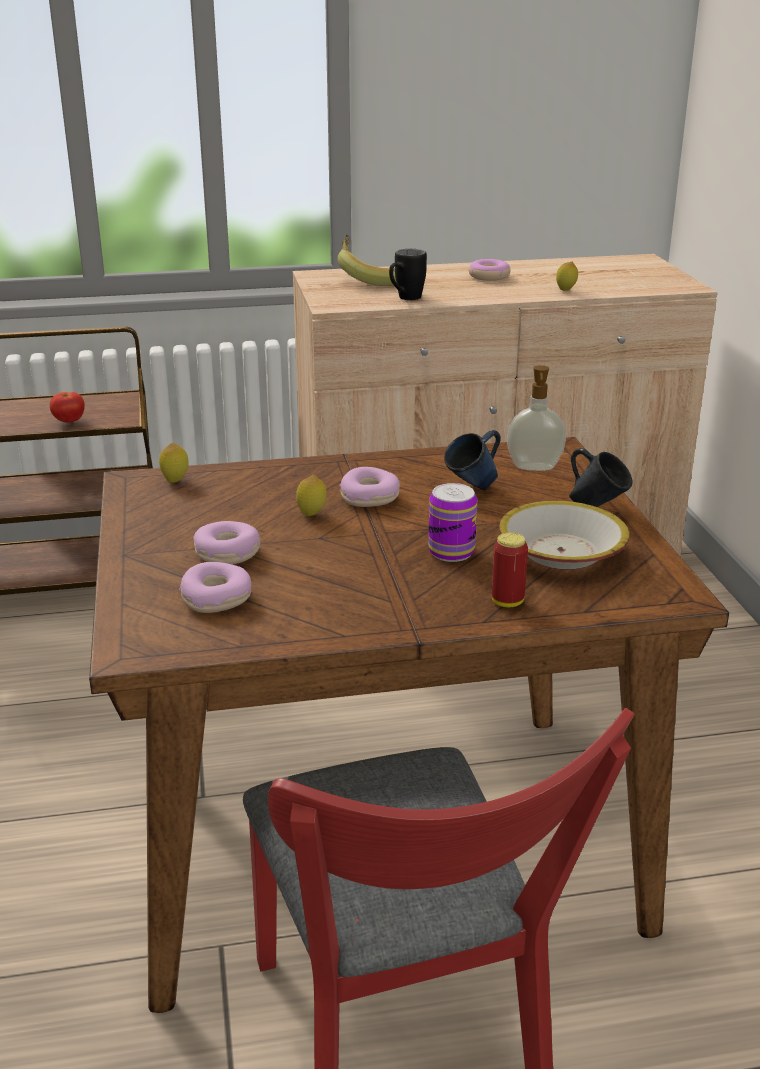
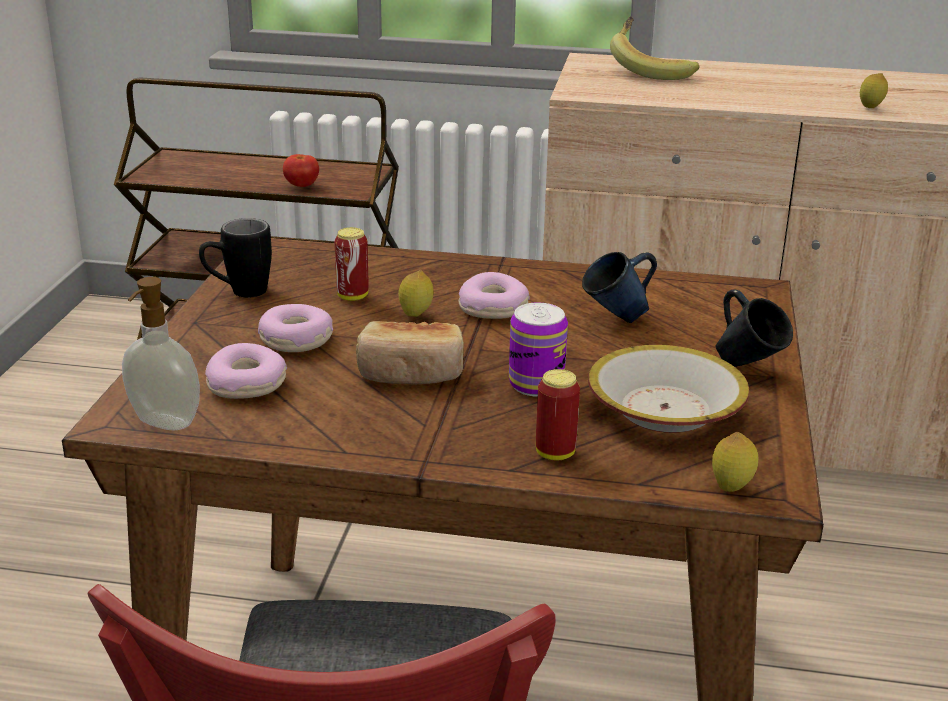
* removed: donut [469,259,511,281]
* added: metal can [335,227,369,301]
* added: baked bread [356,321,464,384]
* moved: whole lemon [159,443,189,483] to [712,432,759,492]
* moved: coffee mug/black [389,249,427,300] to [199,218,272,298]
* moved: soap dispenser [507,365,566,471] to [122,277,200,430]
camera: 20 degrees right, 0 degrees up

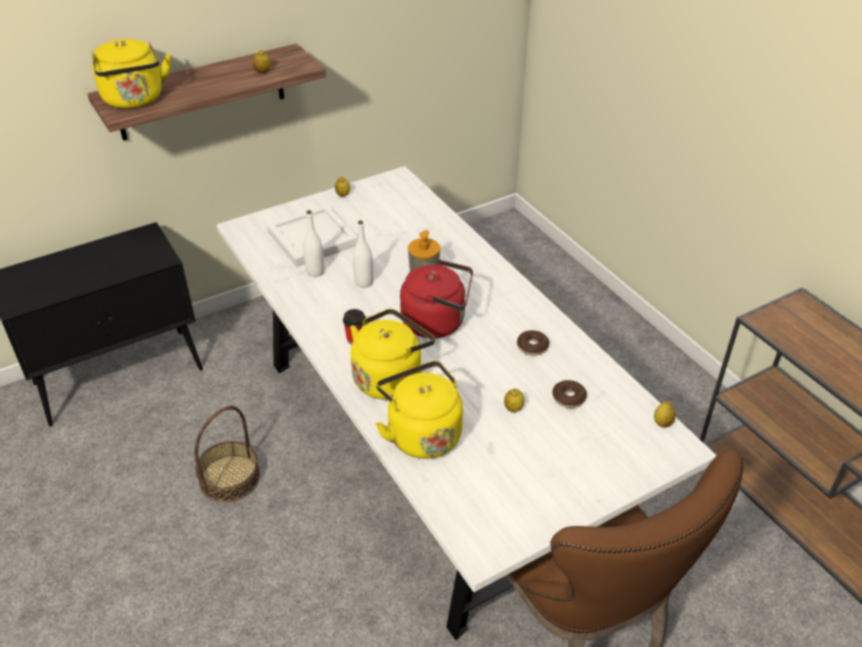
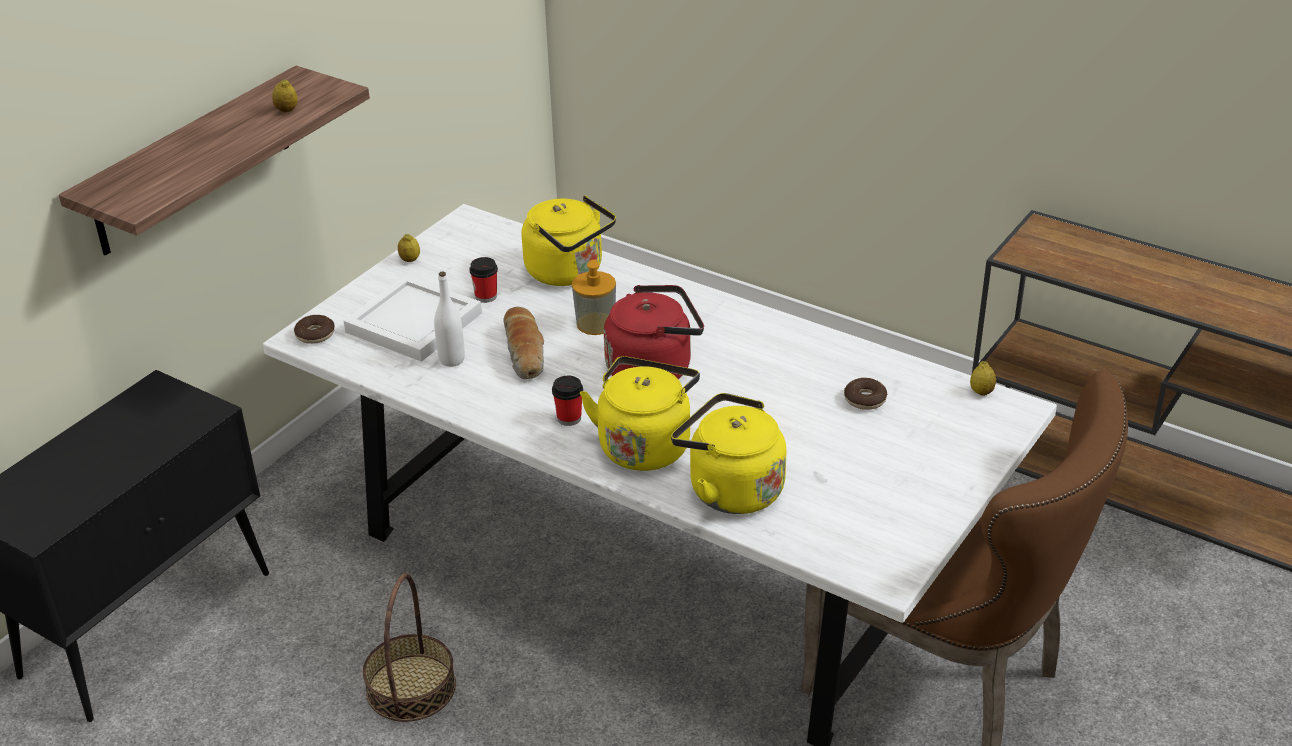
* removed: whole lemon [504,389,524,412]
* added: cup [469,257,498,303]
* moved: water kettle/yellow-coloured [91,39,171,109] to [522,196,616,286]
* moved: donut [517,330,549,356] to [294,315,335,344]
* replaced: beverage bottle/whitish [353,220,374,288] to baked bread [504,307,544,379]
camera: 25 degrees left, 5 degrees down

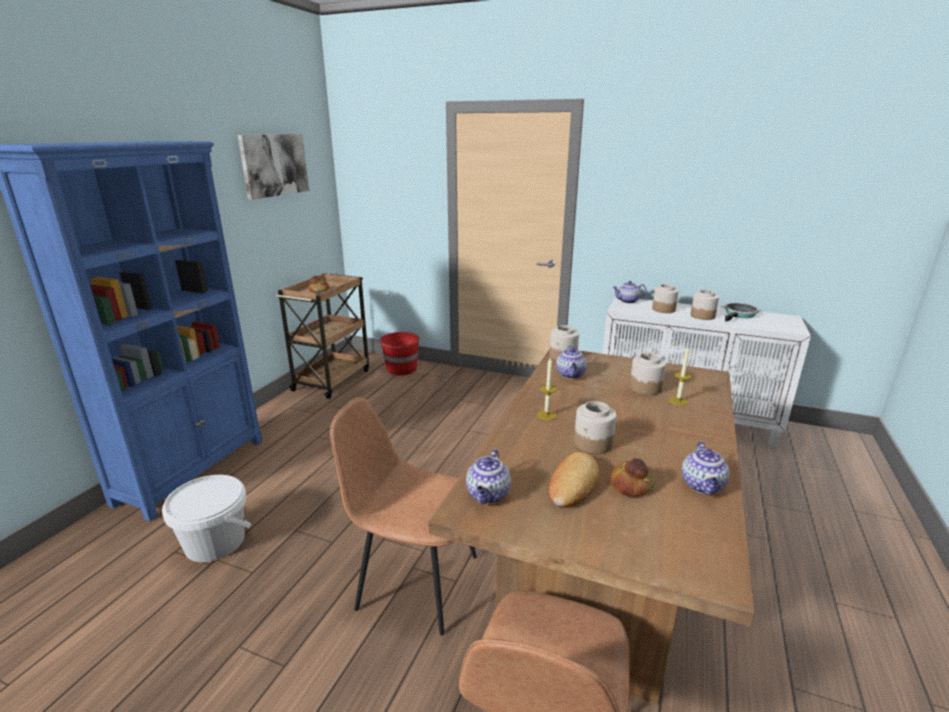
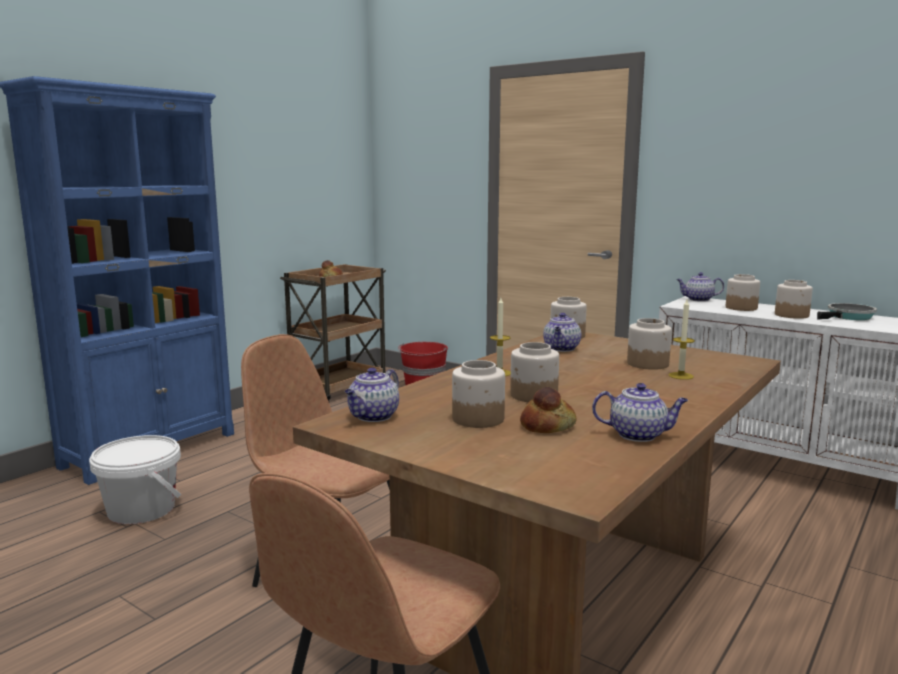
* removed: wall picture [238,134,309,200]
* replaced: baked bread [548,451,599,508] to jar [452,360,505,428]
* turned: teapot [682,441,730,495] = [592,383,688,442] 105 degrees counterclockwise
camera: 15 degrees right, 10 degrees down

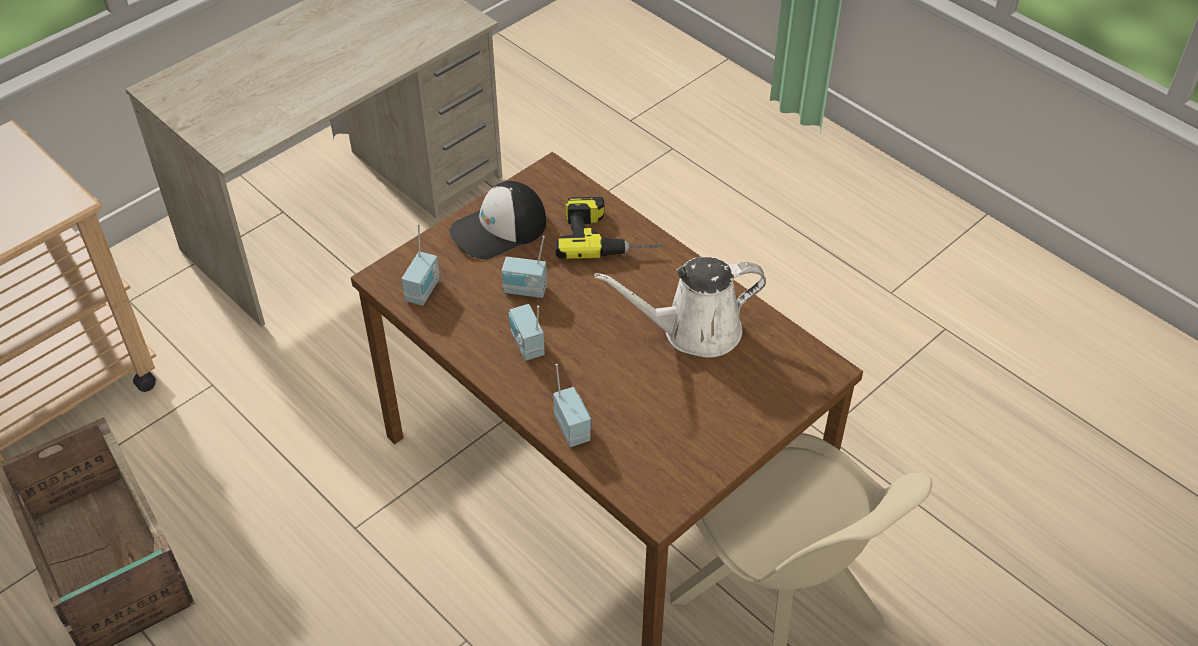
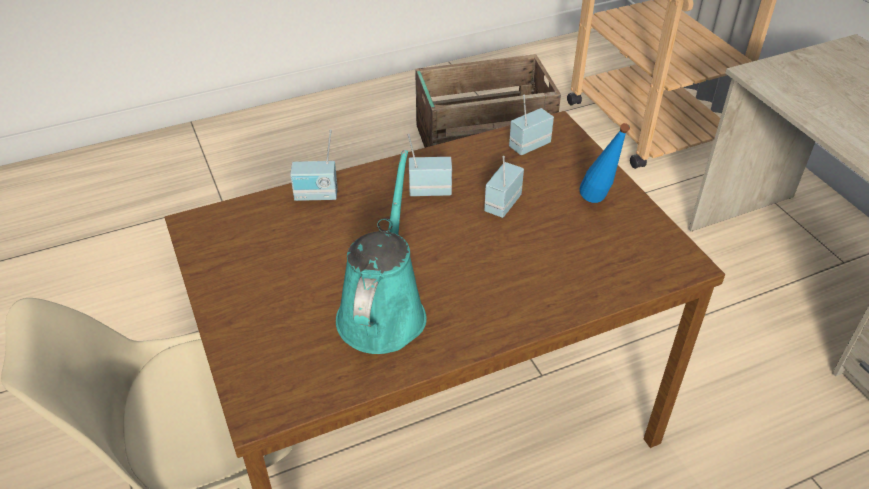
* removed: drill [556,197,663,259]
* replaced: peaked cap [450,181,546,260] to beverage bottle/blue [579,123,630,203]
* recoloured: sprinkling can/whitish [594,257,766,358] to sprinkling can/turquoise-coloured [336,150,427,354]
* turned: radio set [401,224,440,306] = [509,95,554,155] 105 degrees clockwise
camera: 110 degrees right, 5 degrees down

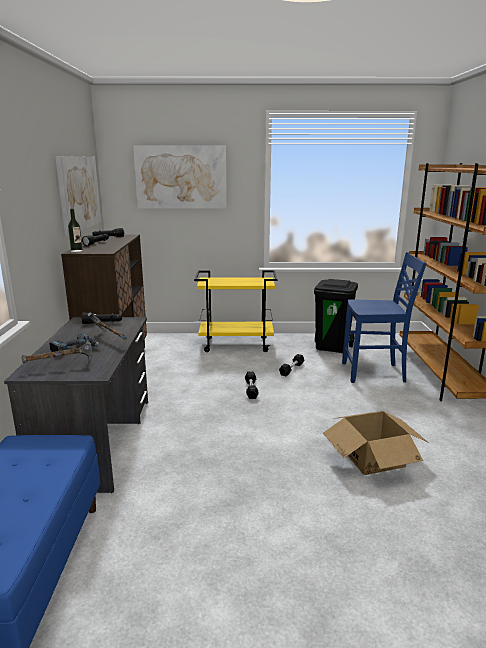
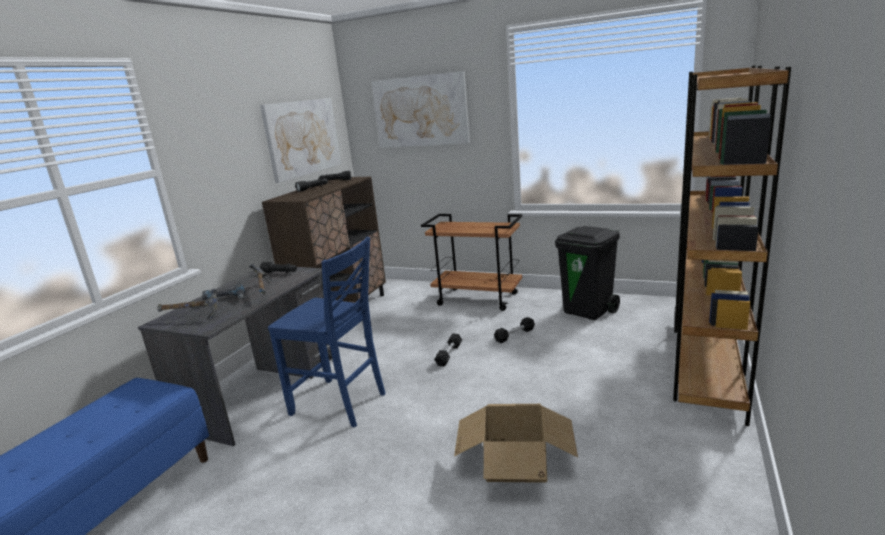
* removed: beverage bottle [68,209,83,252]
* moved: upright chair/blue [342,252,427,383] to [268,237,385,427]
* recoloured: trolley/yellow-coloured [194,270,278,352] to trolley/brown-coloured [421,214,522,311]
camera: 25 degrees right, 0 degrees up

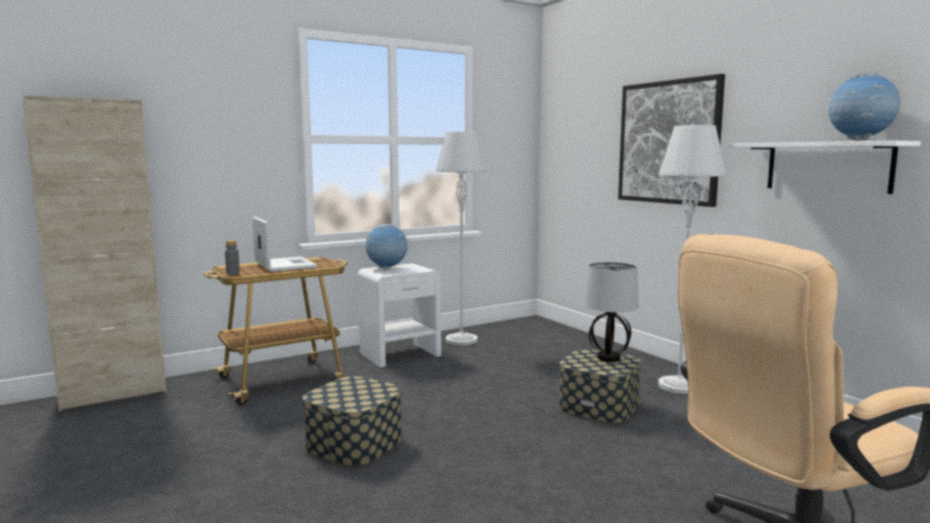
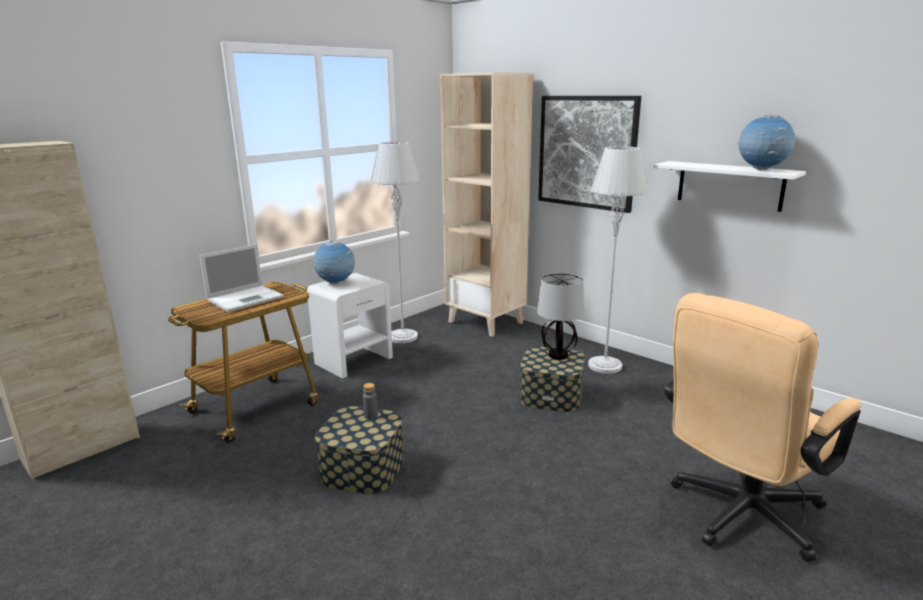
* added: shelving unit/beige-coloured [440,72,533,337]
* moved: beverage bottle/greyish [225,240,240,274] to [363,383,378,420]
* turned: notebook computer [253,217,317,272] = [200,244,284,312] 90 degrees clockwise
camera: 15 degrees left, 10 degrees up

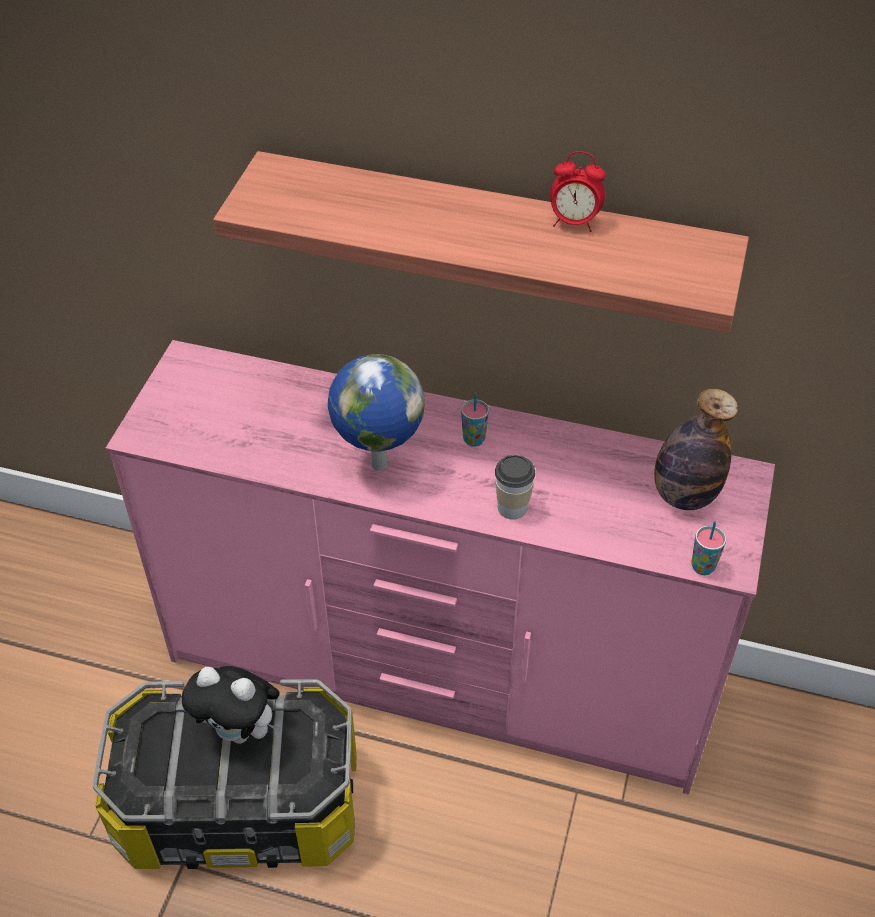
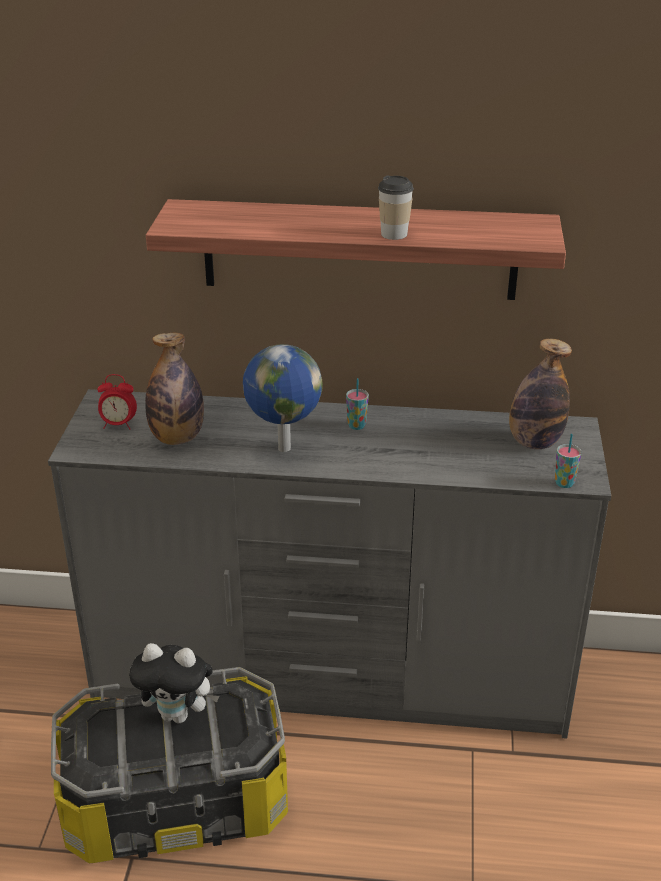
* added: beverage bottle [145,333,204,445]
* moved: cup [495,455,535,519] to [378,175,414,240]
* moved: bedside clock [550,151,605,232] to [98,374,137,430]
* recoloured: chest of drawers/pink [106,340,775,795] to chest of drawers/greyish [48,389,611,739]
camera: 10 degrees left, 15 degrees down

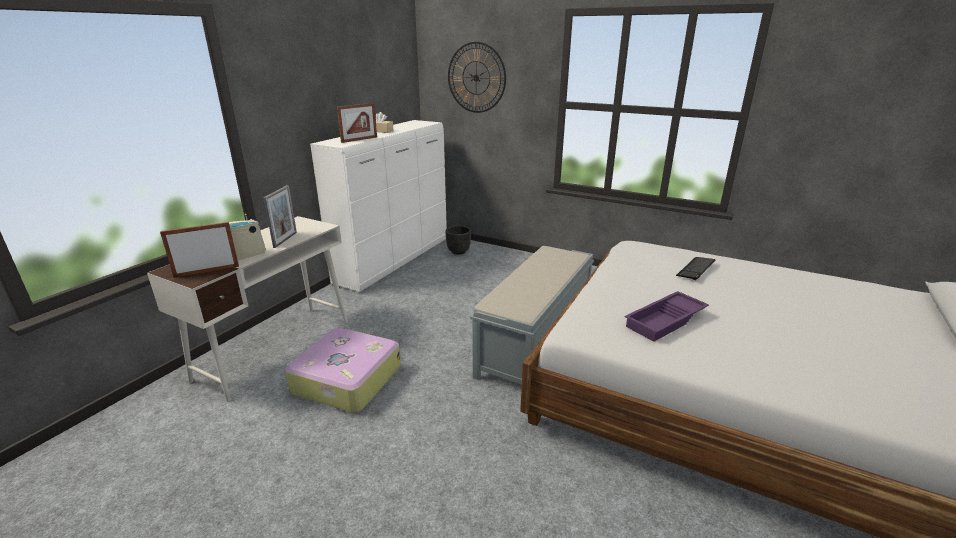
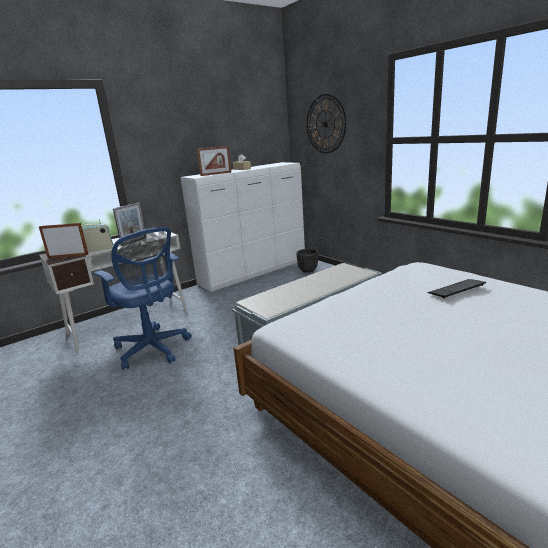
* removed: serving tray/purplish [625,291,709,342]
* replaced: travel case [285,328,401,413] to computer chair/blue [94,227,192,370]
camera: 25 degrees right, 5 degrees down

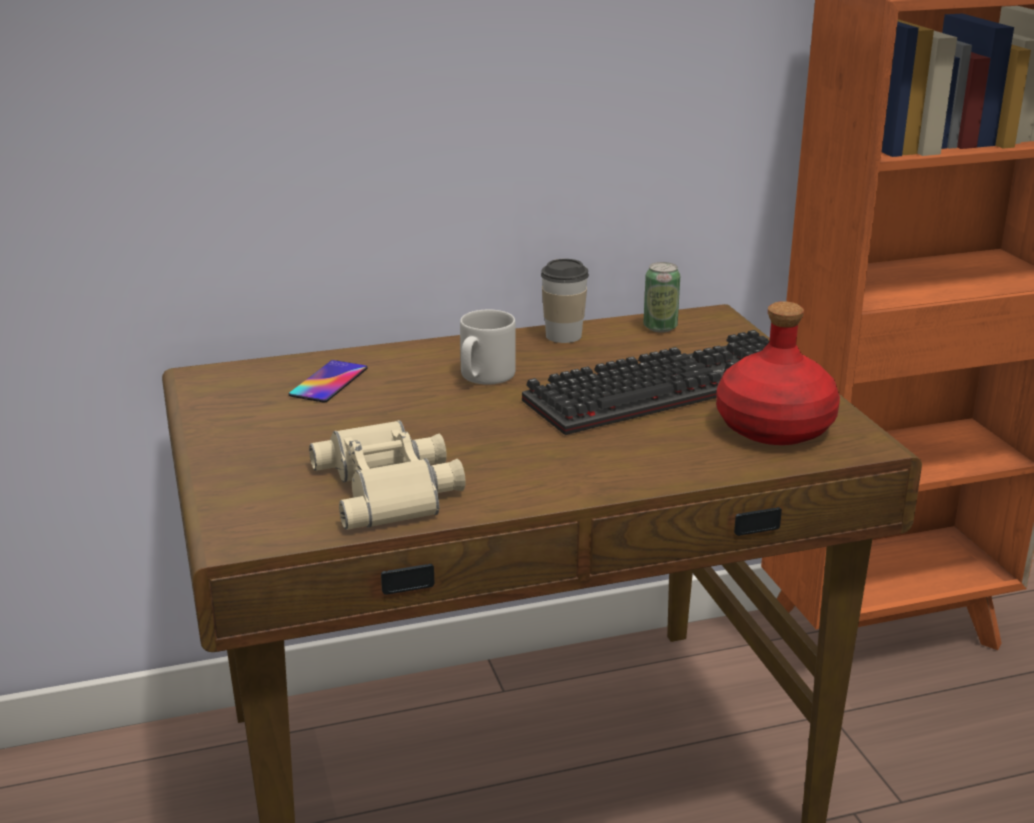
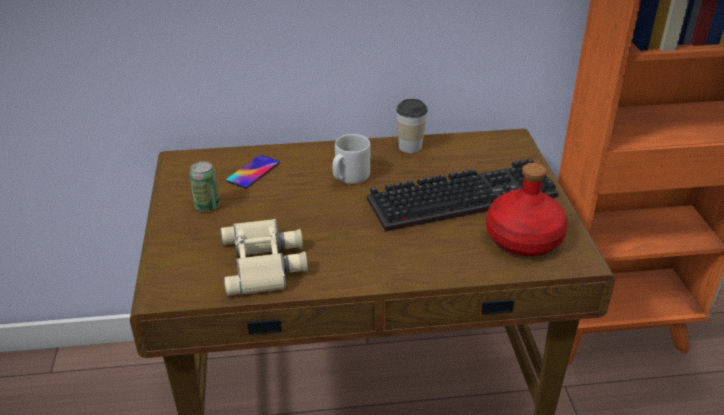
* moved: metal can [643,262,680,333] to [189,161,219,212]
camera: 10 degrees right, 10 degrees up

